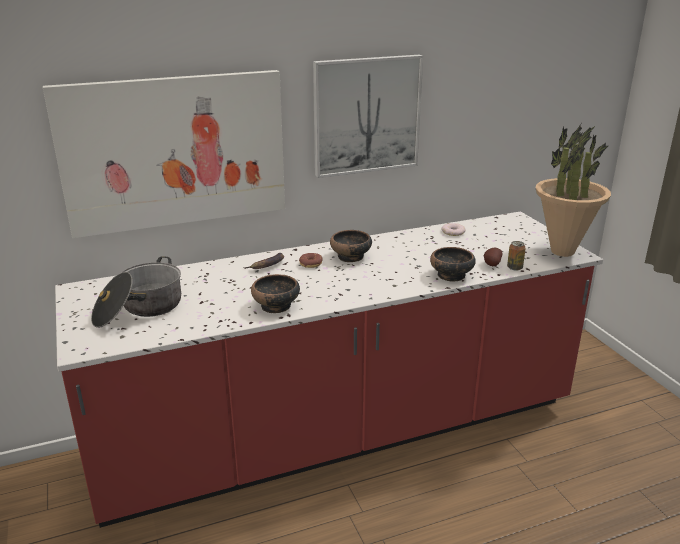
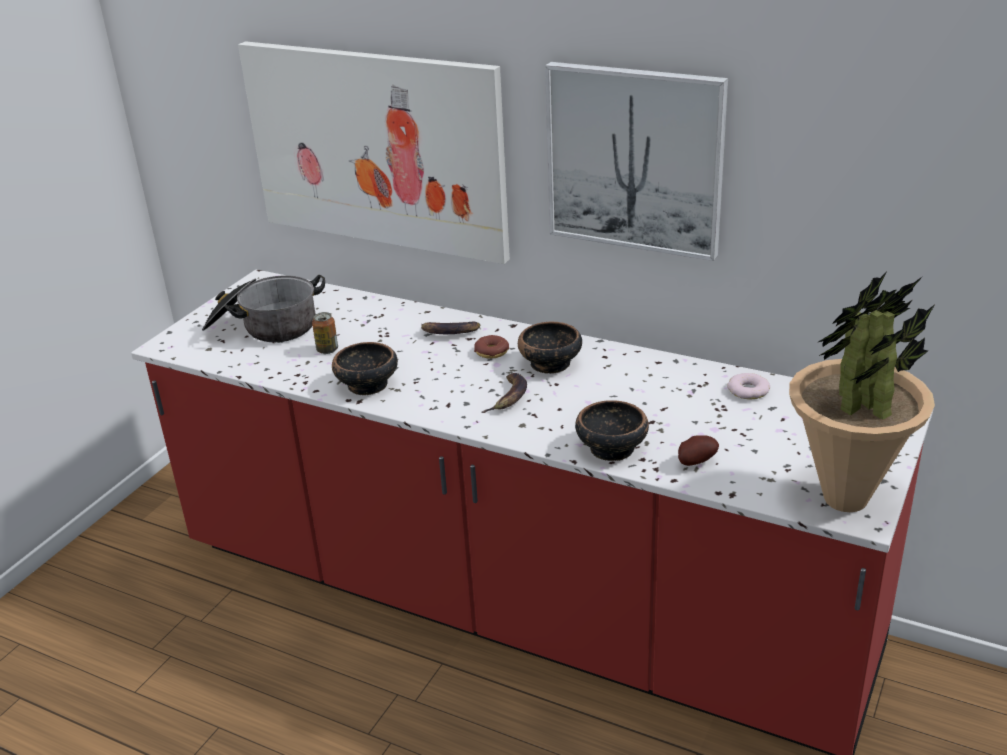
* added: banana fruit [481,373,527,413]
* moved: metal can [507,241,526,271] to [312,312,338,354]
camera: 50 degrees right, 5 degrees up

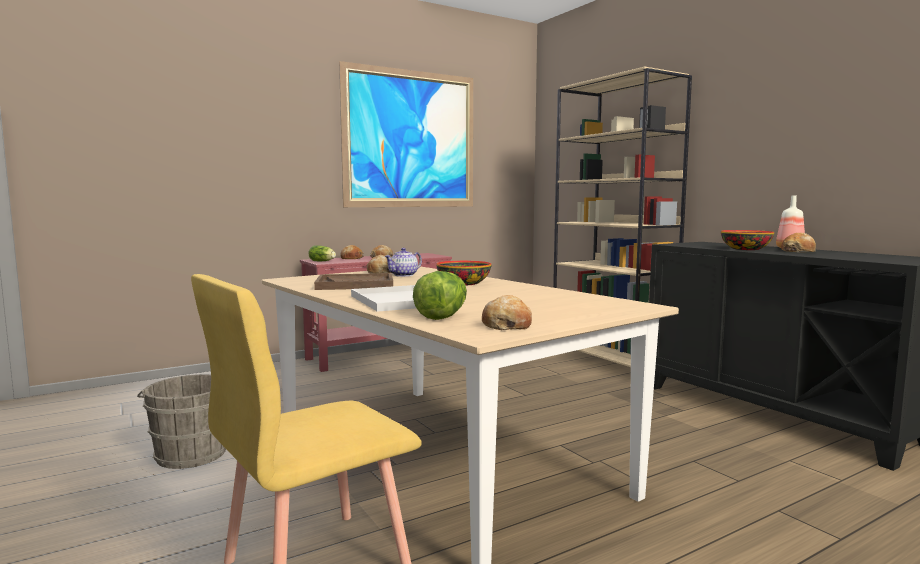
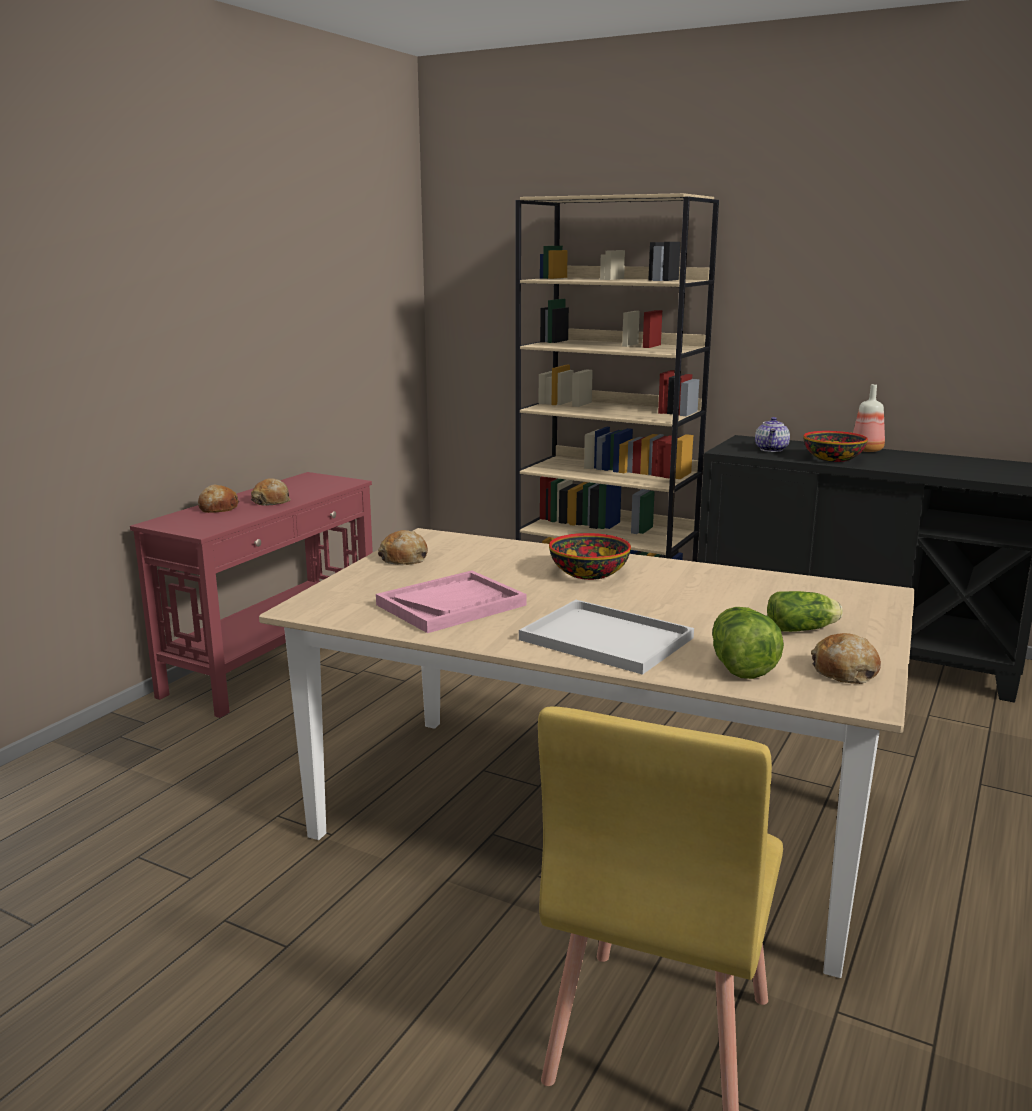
* removed: pail/greyish [137,374,226,469]
* removed: wall picture [339,61,473,207]
* removed: baked bread [781,233,816,252]
* moved: head of lettuce [309,245,336,261] to [767,591,843,632]
* moved: teapot [384,248,422,277] to [755,417,790,452]
* recoloured: serving tray/brown-coloured [314,273,393,290] to serving tray/pink [376,571,527,633]
camera: 30 degrees left, 10 degrees up

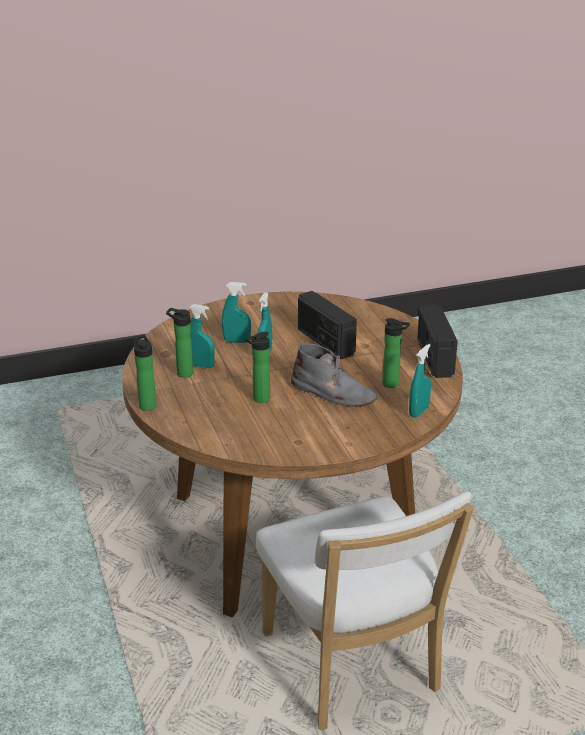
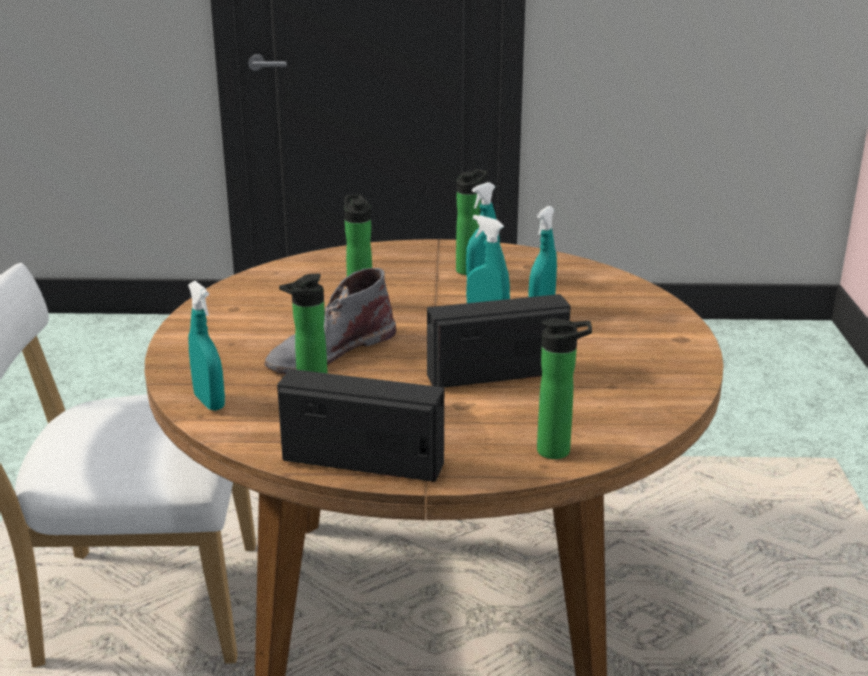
* moved: beverage bottle [134,335,156,411] to [537,318,592,459]
camera: 110 degrees right, 5 degrees down

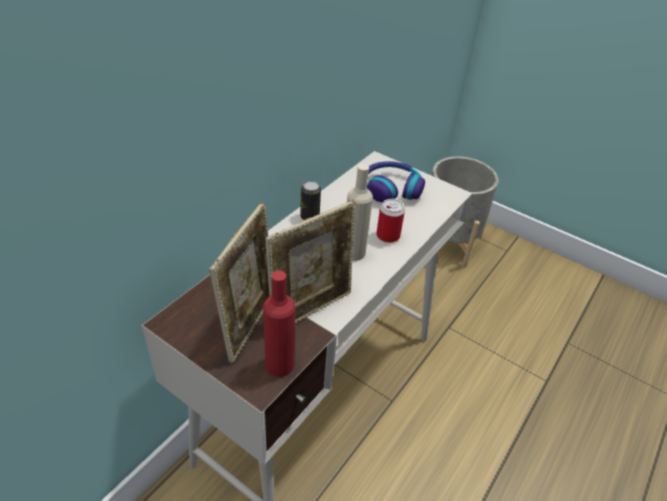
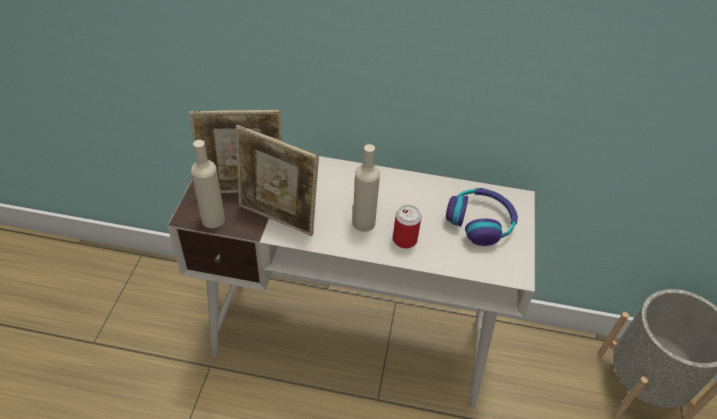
* removed: metal can [300,181,321,220]
* recoloured: beverage bottle/reddish [263,270,295,377] to beverage bottle/beige-coloured [191,140,225,228]
camera: 65 degrees right, 5 degrees up

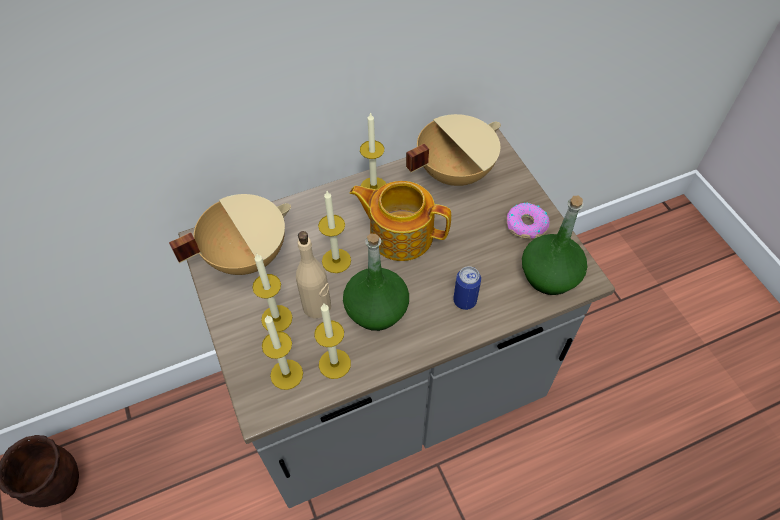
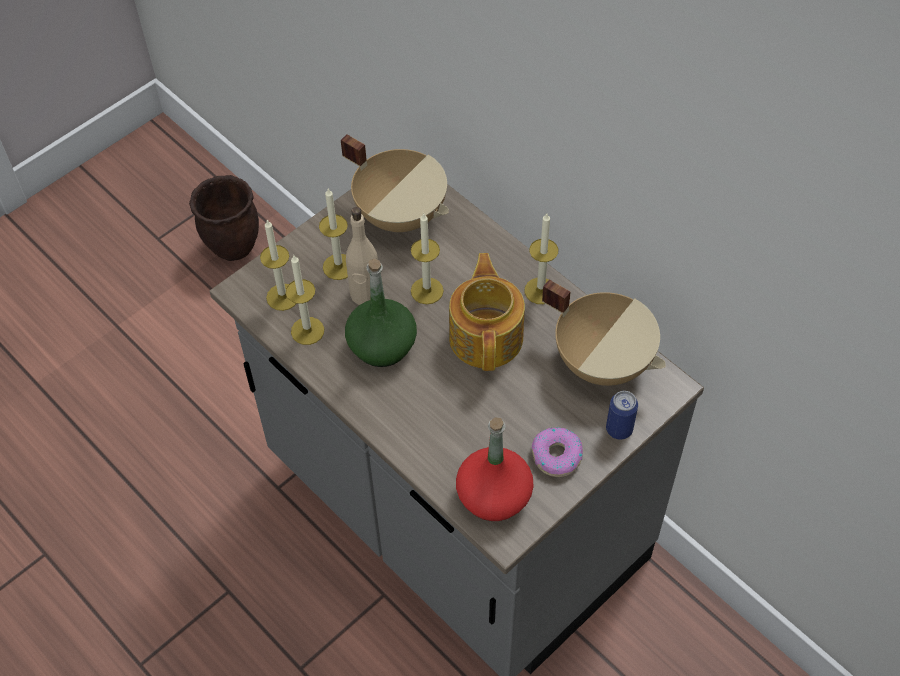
* moved: metal can [453,266,481,310] to [606,391,638,440]
* recoloured: beverage bottle/greenish [522,196,587,295] to beverage bottle/reddish [456,417,534,521]
camera: 70 degrees right, 0 degrees up

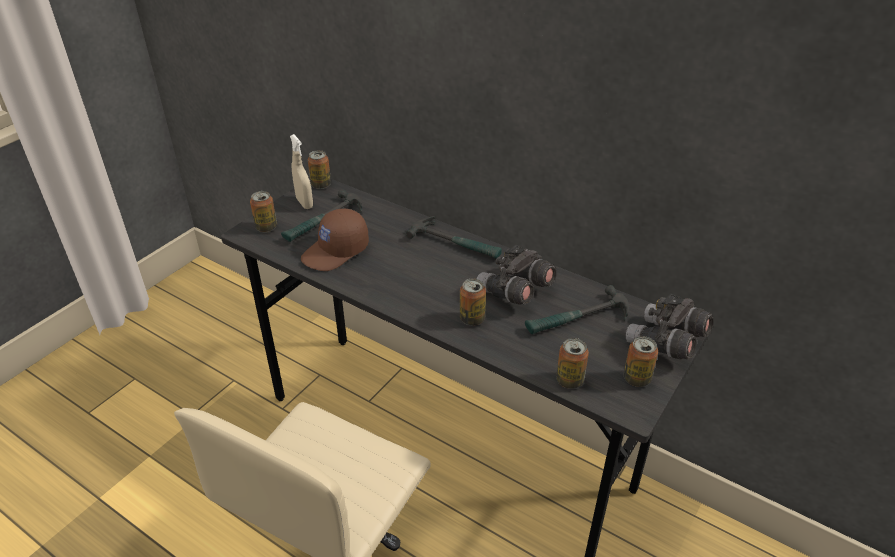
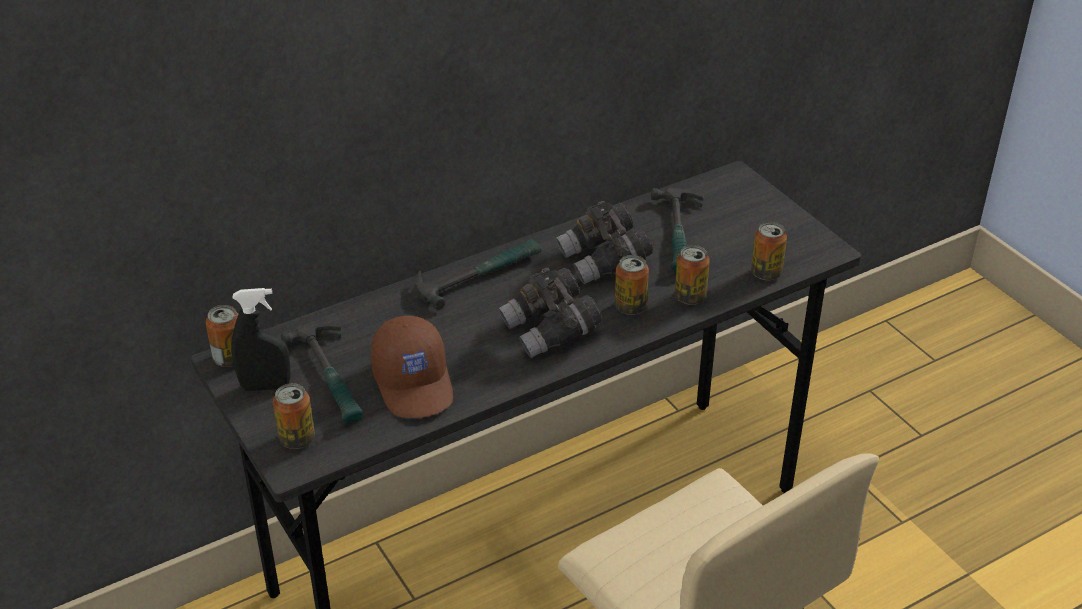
* moved: metal can [624,336,658,387] to [675,245,710,305]
* moved: pair of binoculars/greyish [626,293,714,360] to [498,268,603,358]
* recoloured: spray bottle/beige-coloured [290,134,313,209] to spray bottle/black [231,288,291,391]
camera: 65 degrees left, 0 degrees up

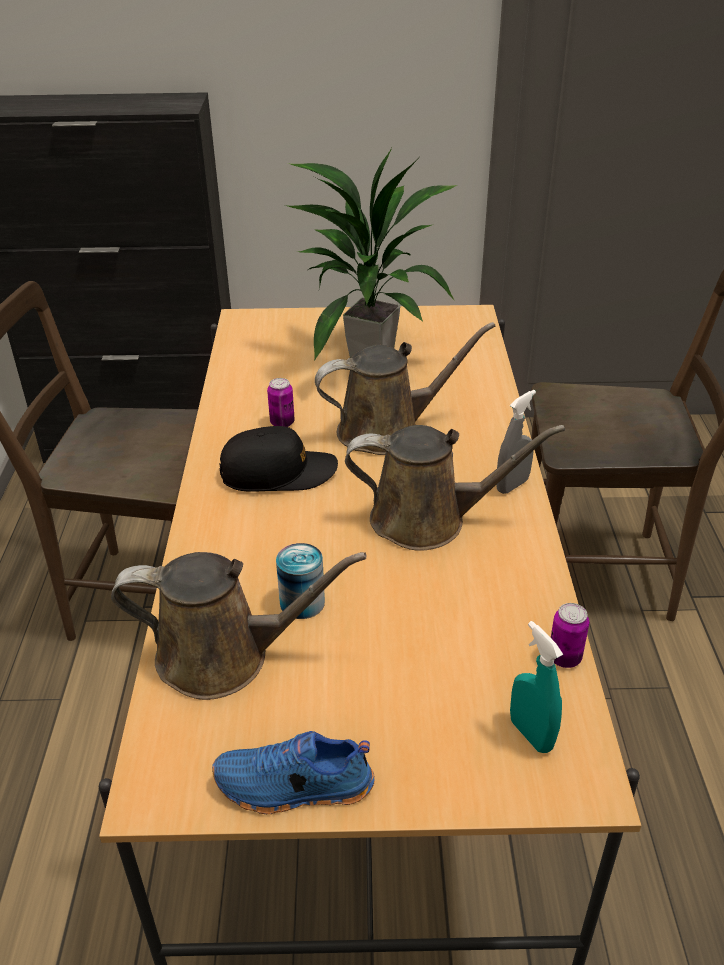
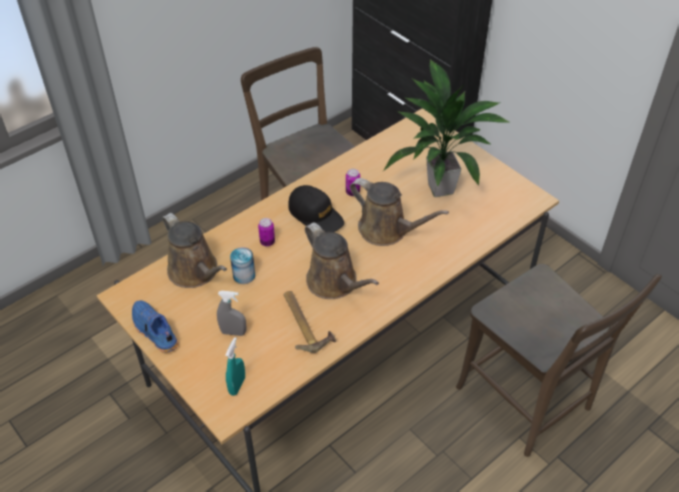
* added: hammer [284,291,336,353]
* moved: spray bottle/greyish [496,390,536,494] to [217,291,247,336]
* moved: metal can [551,603,590,668] to [258,218,275,246]
camera: 50 degrees right, 10 degrees up

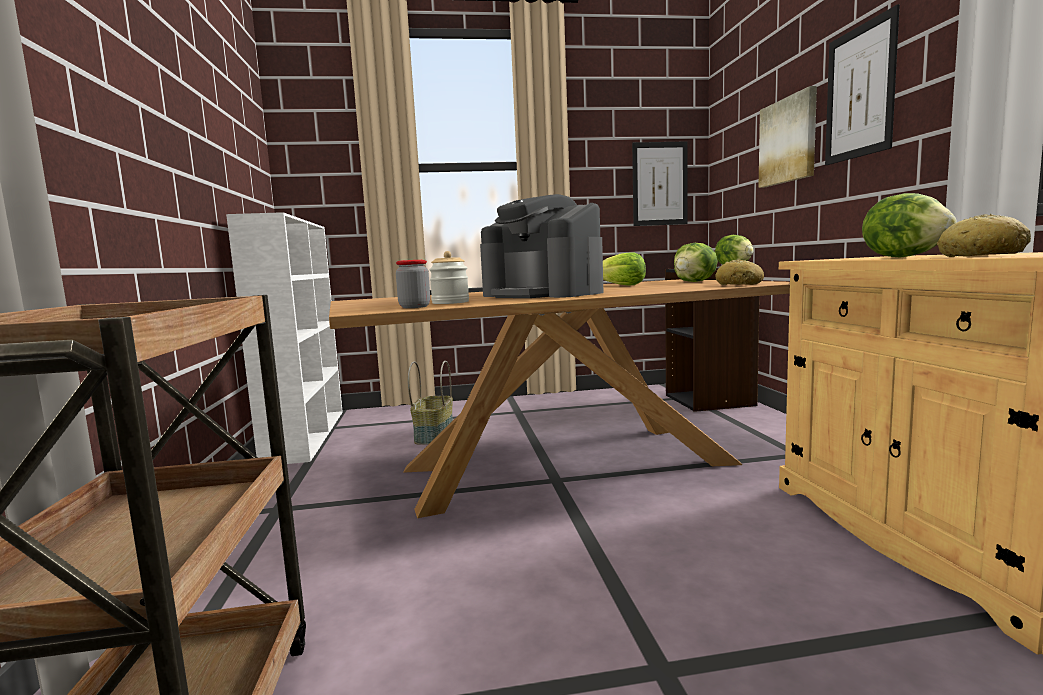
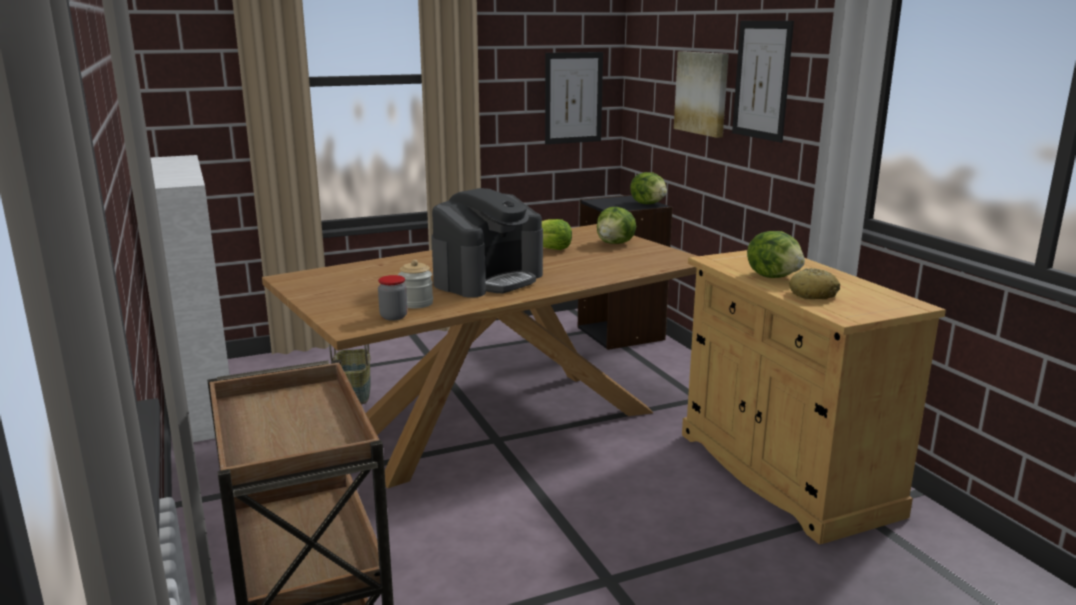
* removed: baked bread [715,259,764,285]
* turned: coffee maker [480,194,603,298] = [432,188,543,298] 75 degrees counterclockwise
camera: 15 degrees left, 10 degrees up

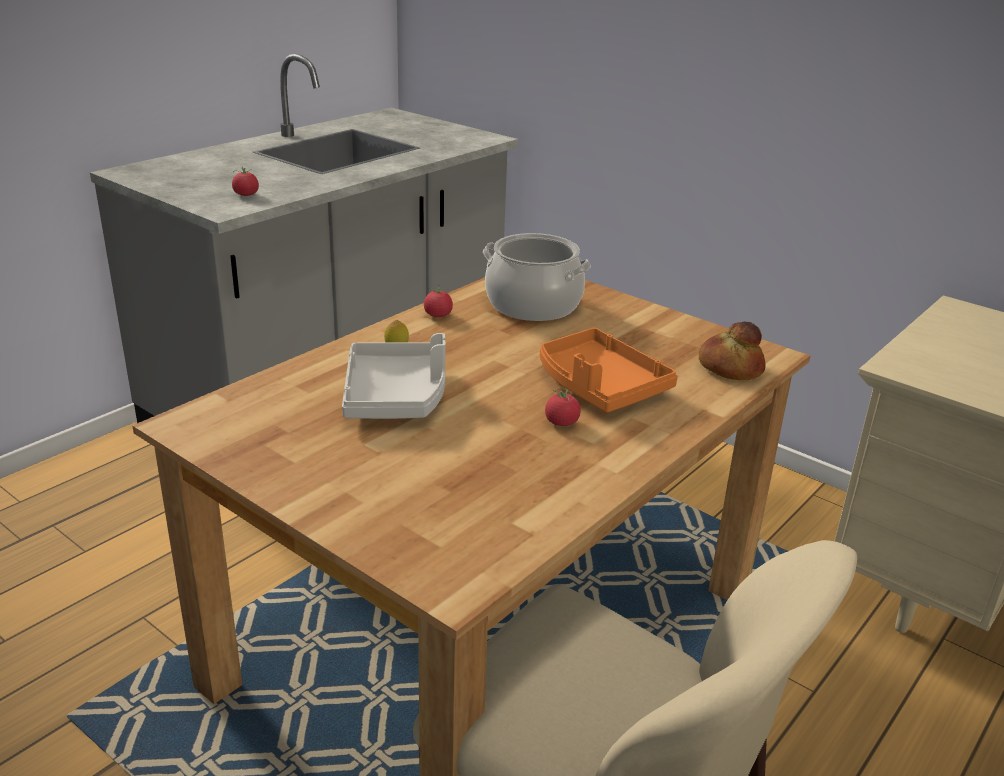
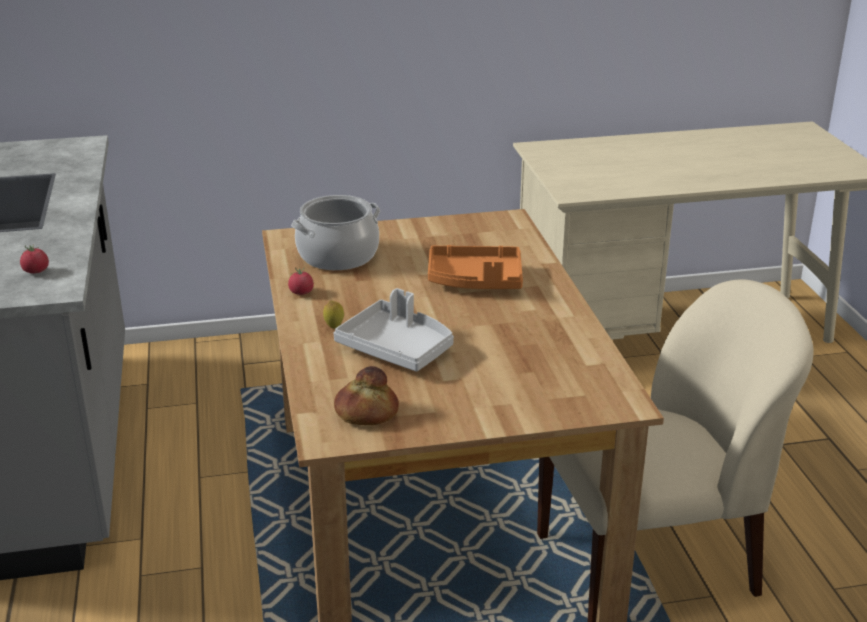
* removed: whole tomato [545,389,580,426]
* moved: baked bread [699,322,765,380] to [334,366,399,425]
camera: 50 degrees left, 0 degrees up

